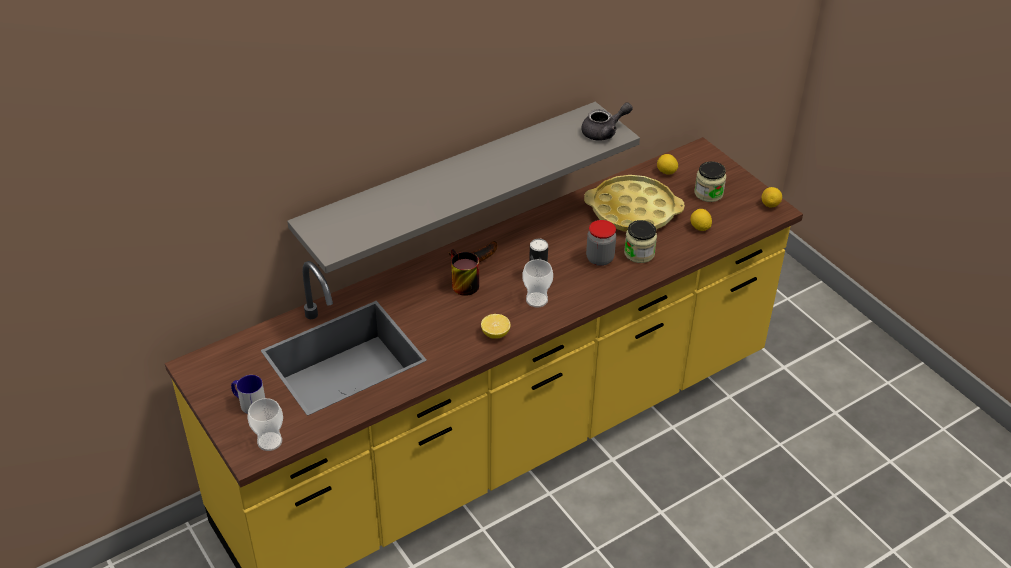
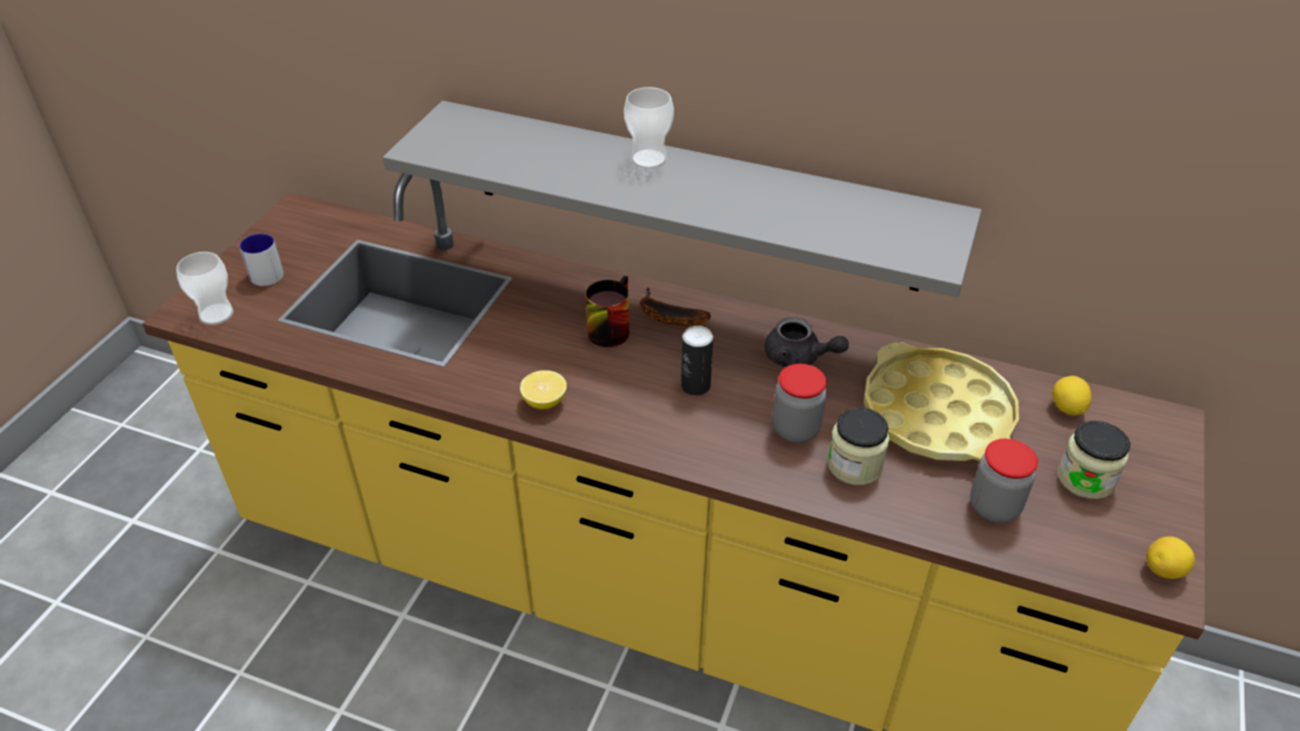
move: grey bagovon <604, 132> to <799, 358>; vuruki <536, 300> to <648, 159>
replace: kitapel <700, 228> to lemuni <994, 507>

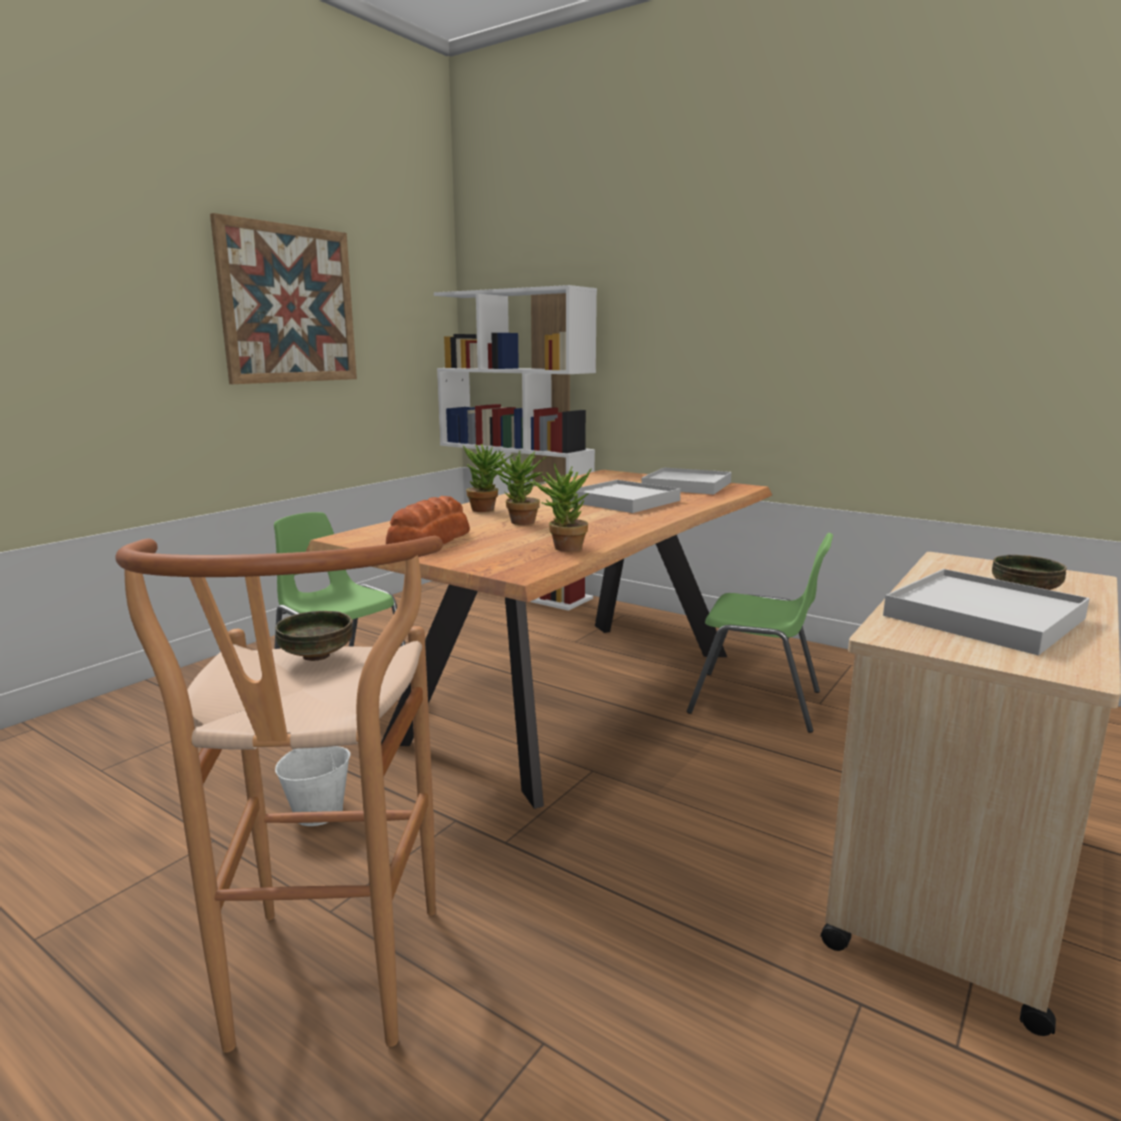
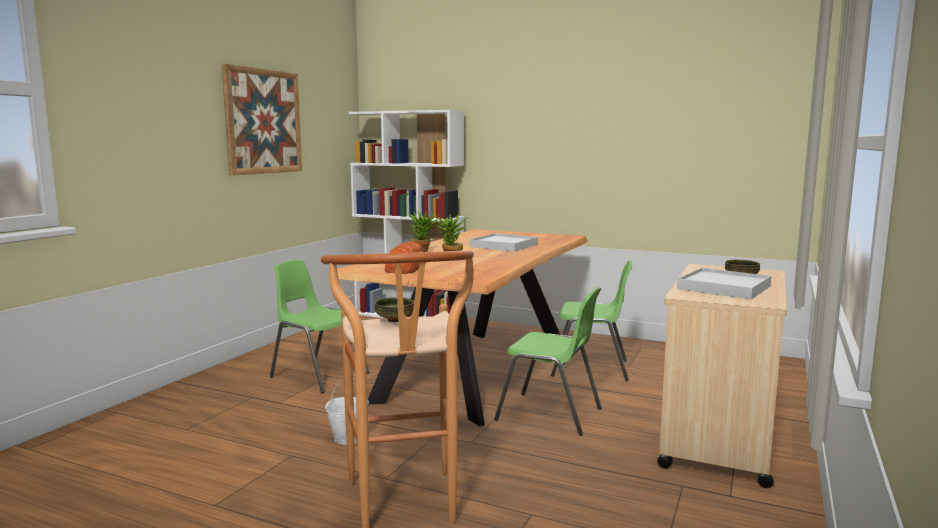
delete: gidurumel <562, 548>; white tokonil <687, 485>
insert: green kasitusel <551, 414>

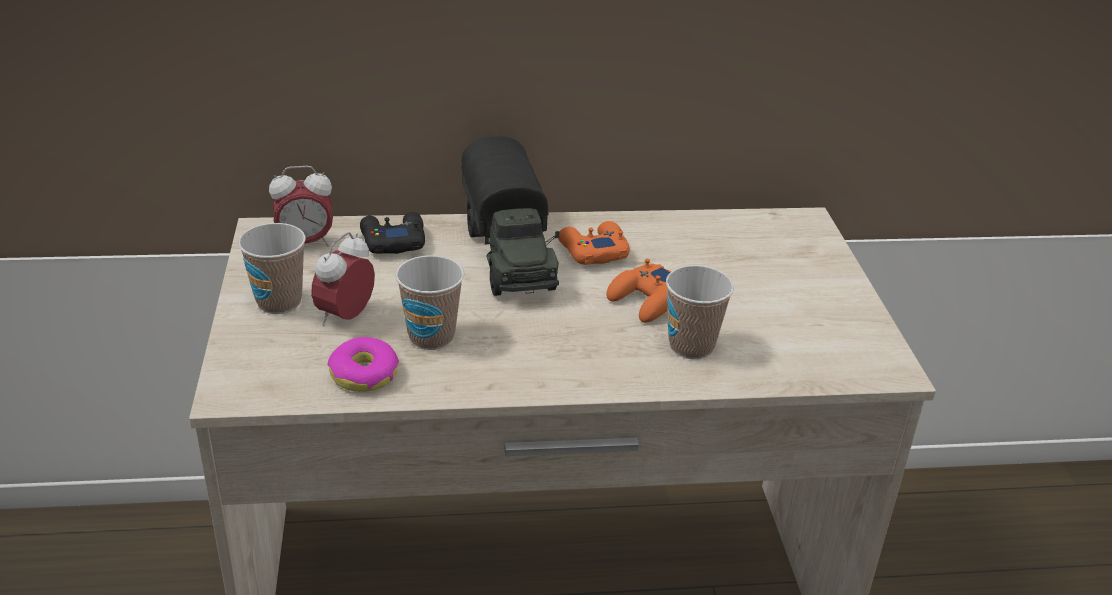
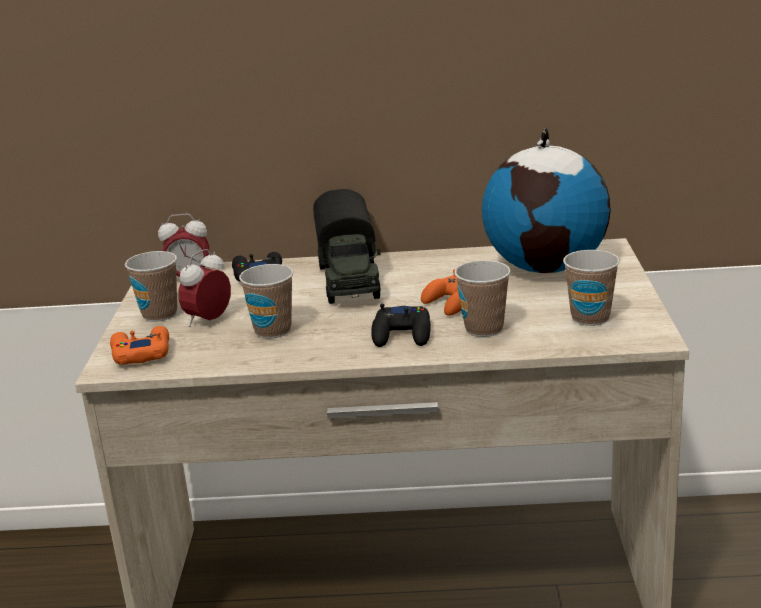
delete: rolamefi <364, 374>
insert: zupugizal <547, 267>; vuruki <590, 318>; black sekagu <402, 334>
move: orange sekagu <592, 251> to <141, 353>

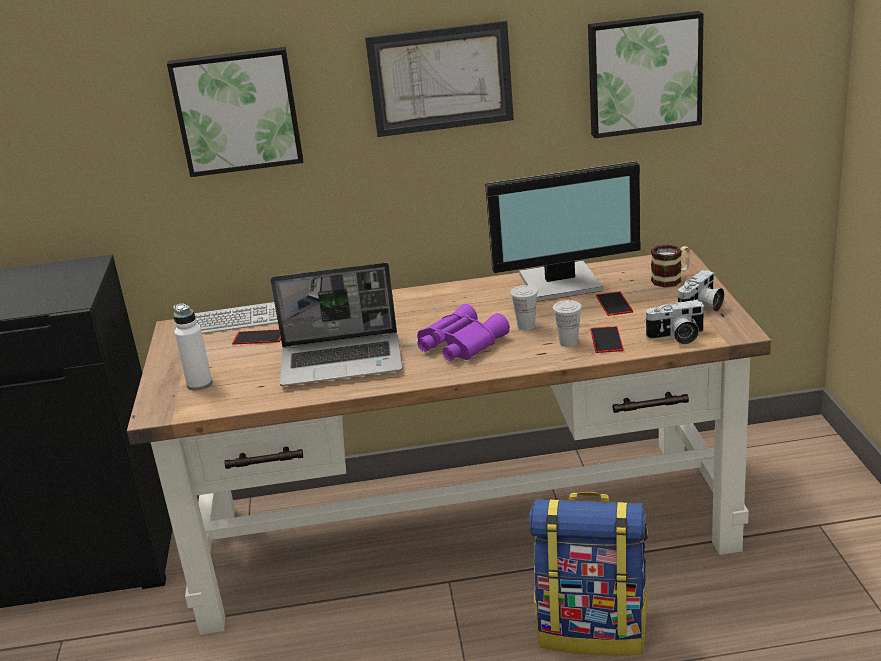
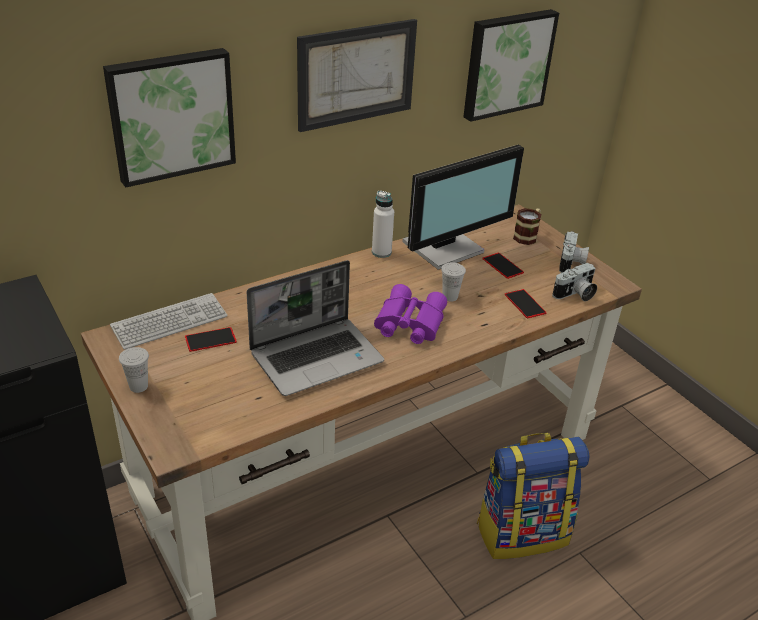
move: white vuruki <568, 342> to <138, 386>; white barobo <199, 384> to <381, 252>

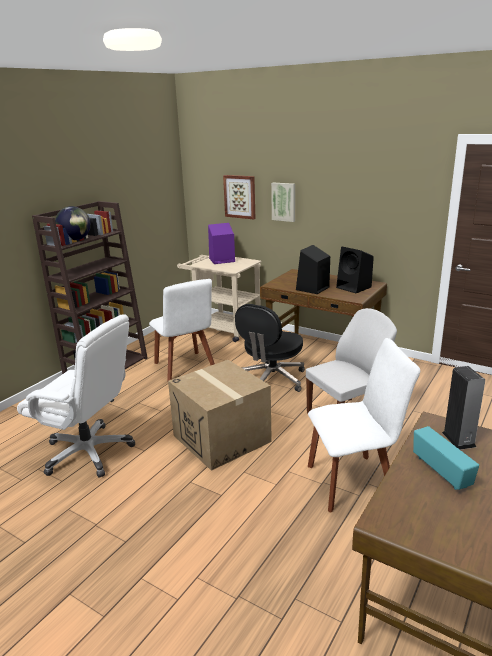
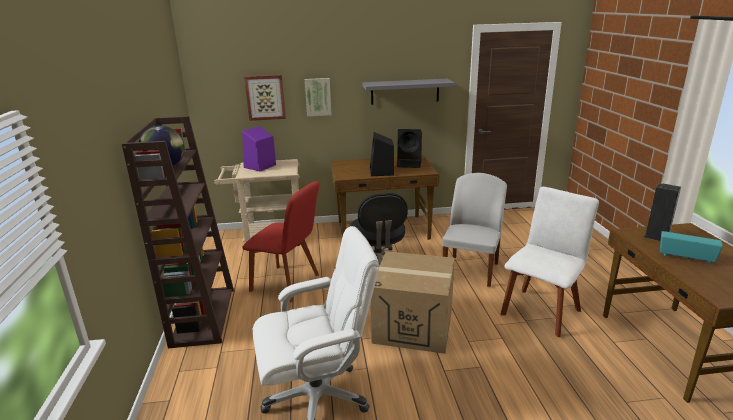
insert: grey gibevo <405, 91>
recolor: white kasitusel <185, 368> to red kasitusel <288, 284>

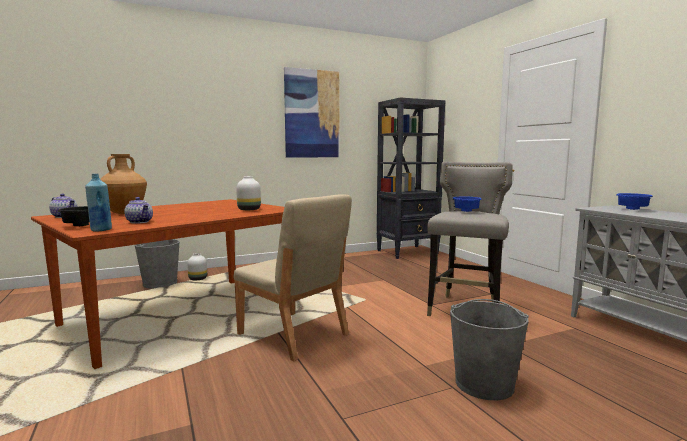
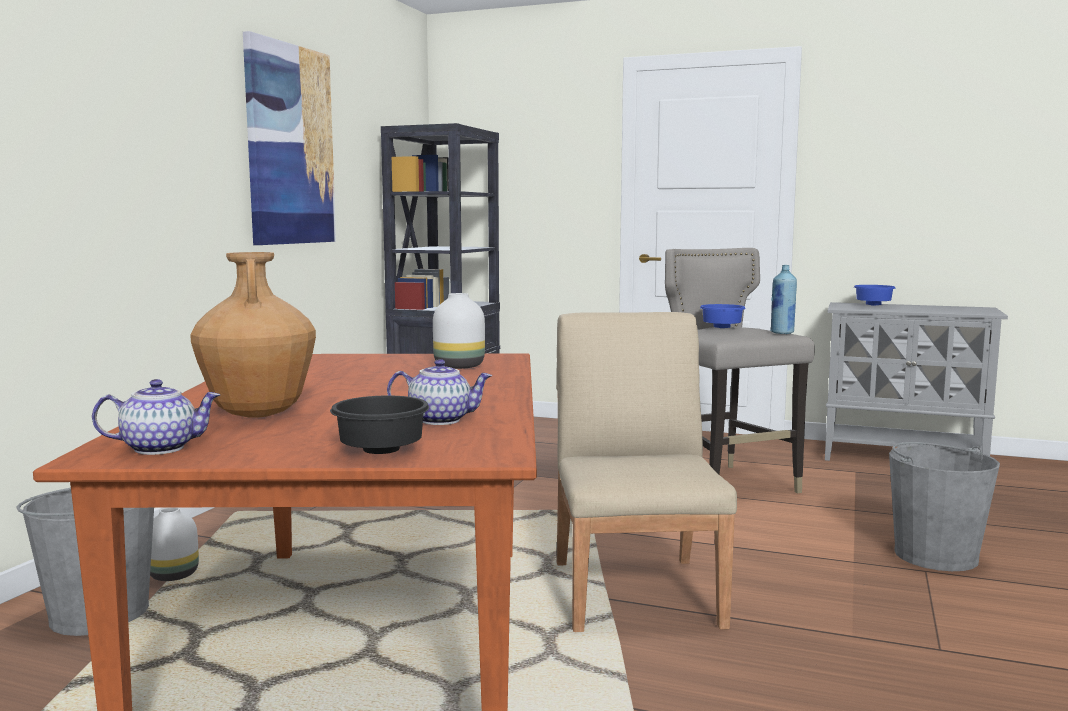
move: blue barobo <100, 230> to <782, 332>
rotate: beige kasitusel <293, 335> = <636, 592> 90 degrees counterclockwise

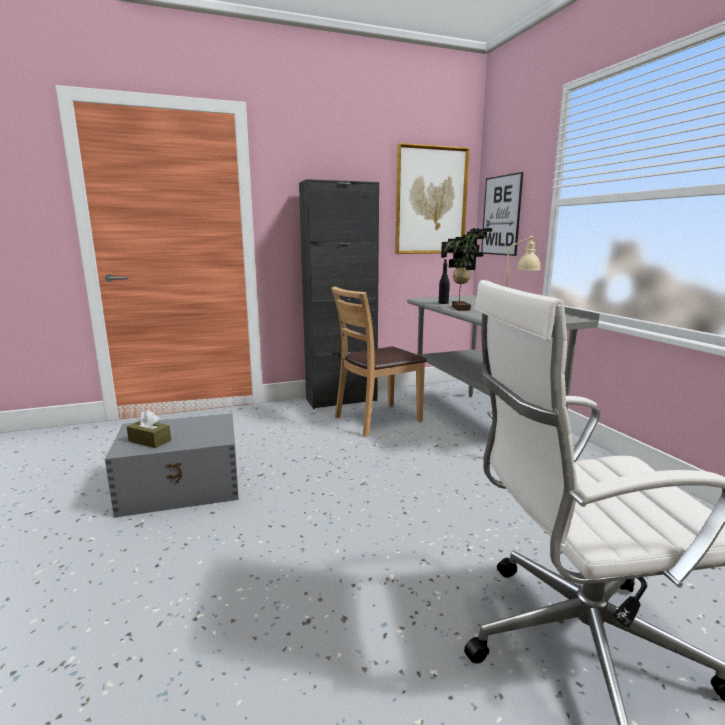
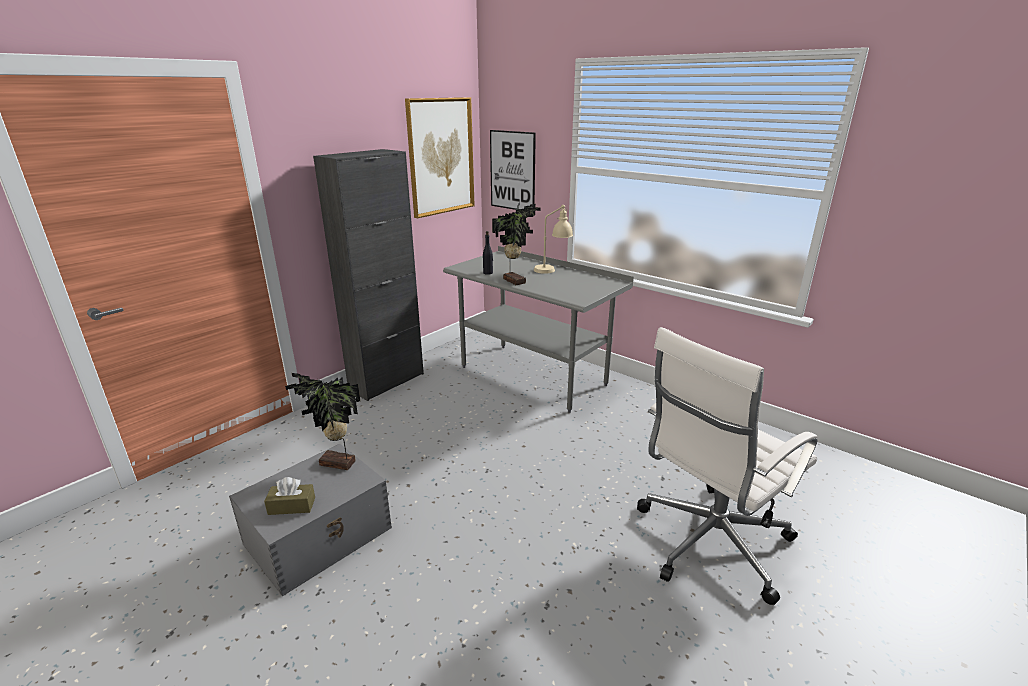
delete: brown kasitusel <377, 419>
insert: gidurumel <337, 465>

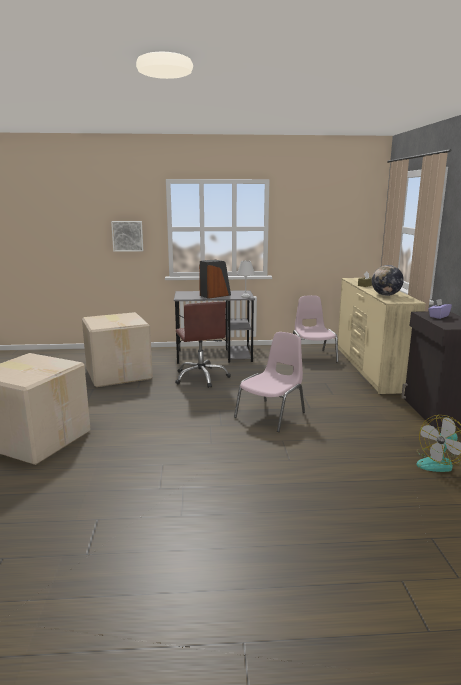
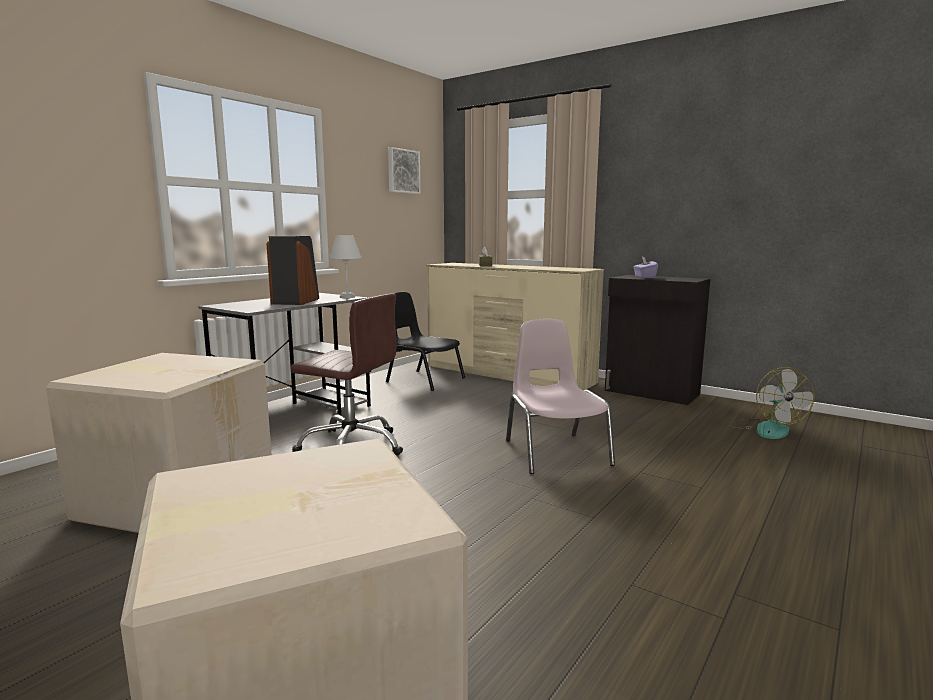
delete: zupugizal <386, 295>
move: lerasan <127, 236> to <402, 171>
recolor: pink kasitusel <313, 356> to black kasitusel <424, 380>

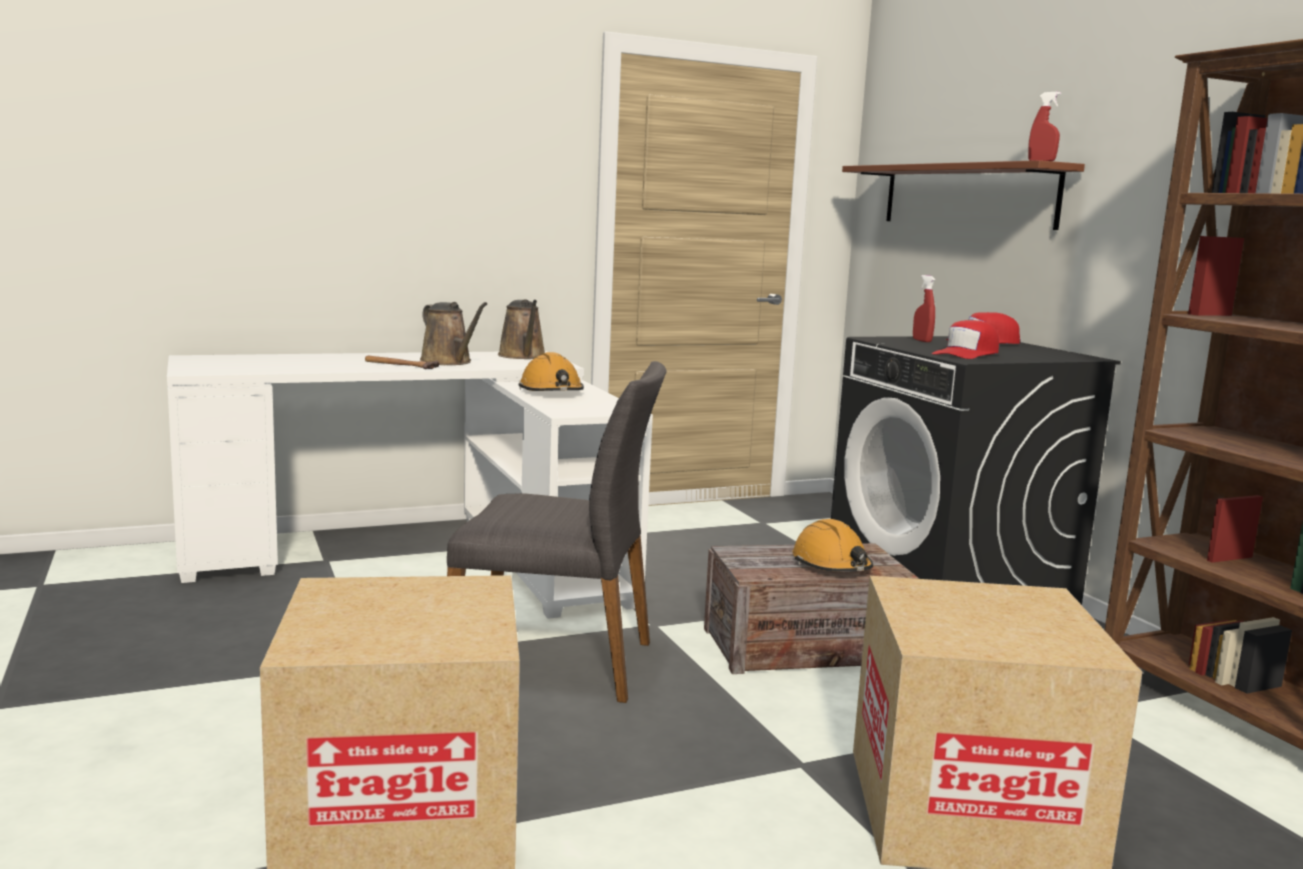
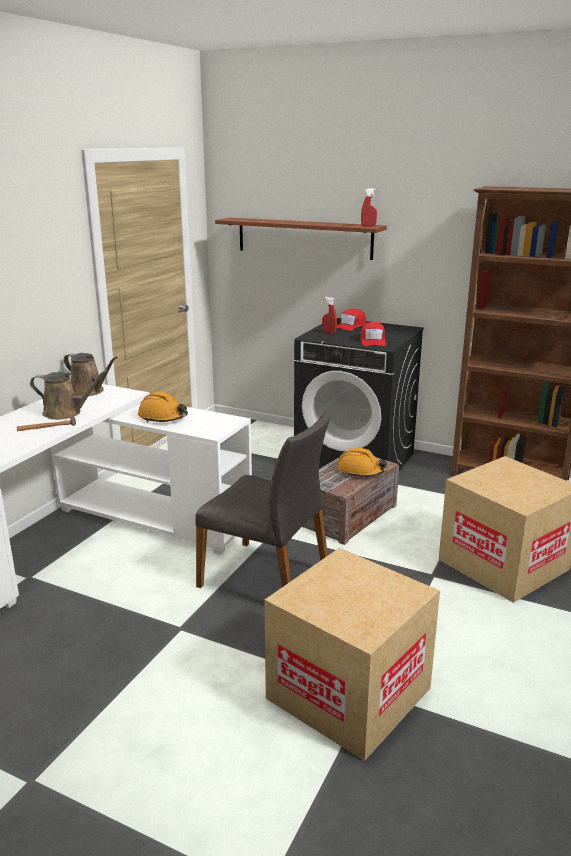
rotate: grey kasitusel <555, 661> = <266, 577> 60 degrees clockwise

